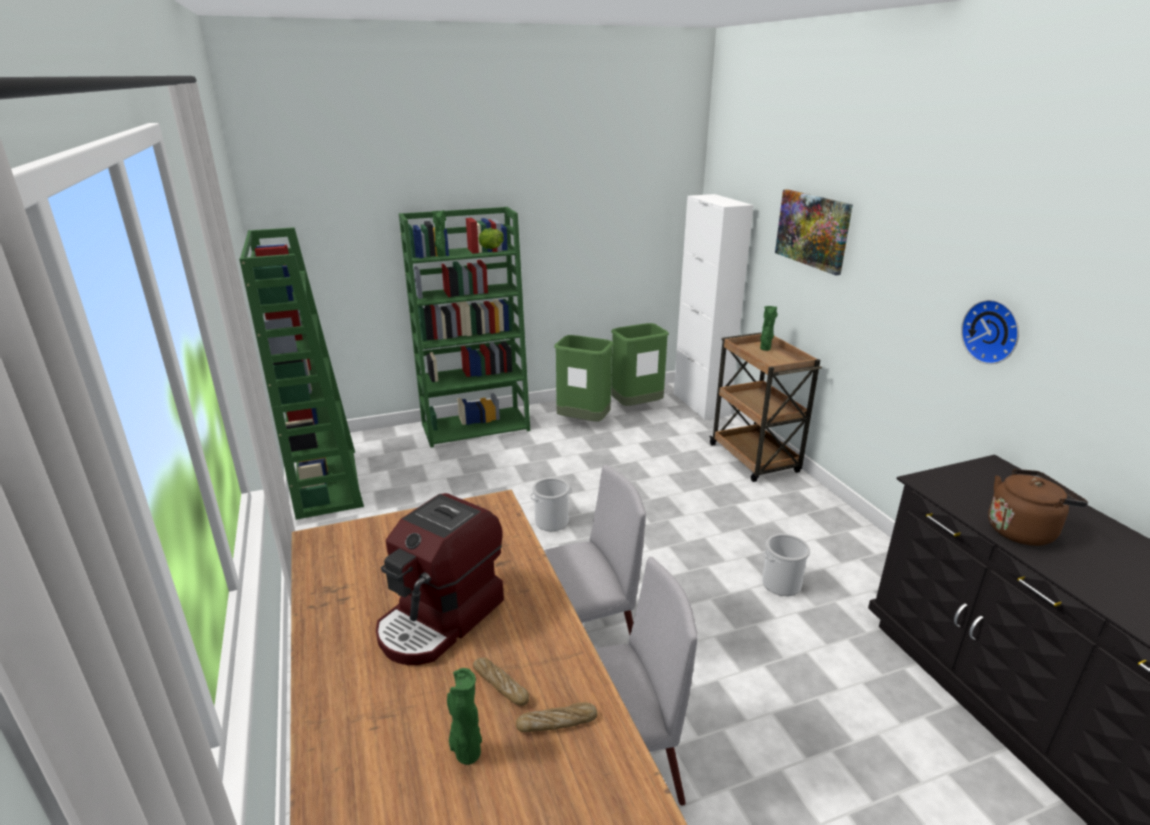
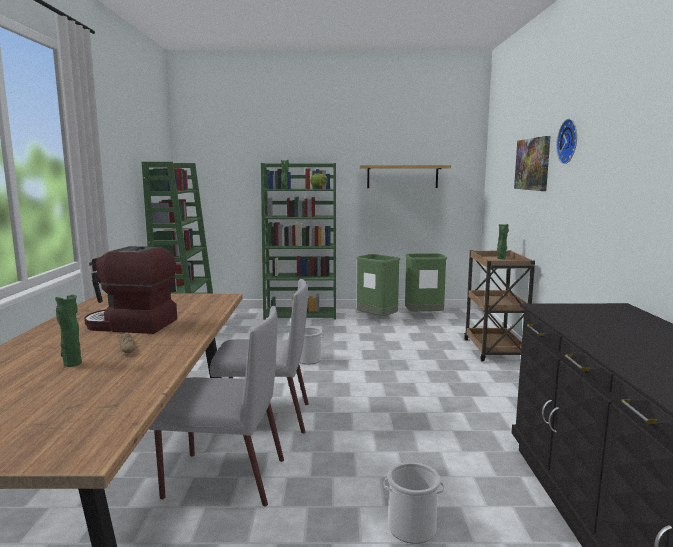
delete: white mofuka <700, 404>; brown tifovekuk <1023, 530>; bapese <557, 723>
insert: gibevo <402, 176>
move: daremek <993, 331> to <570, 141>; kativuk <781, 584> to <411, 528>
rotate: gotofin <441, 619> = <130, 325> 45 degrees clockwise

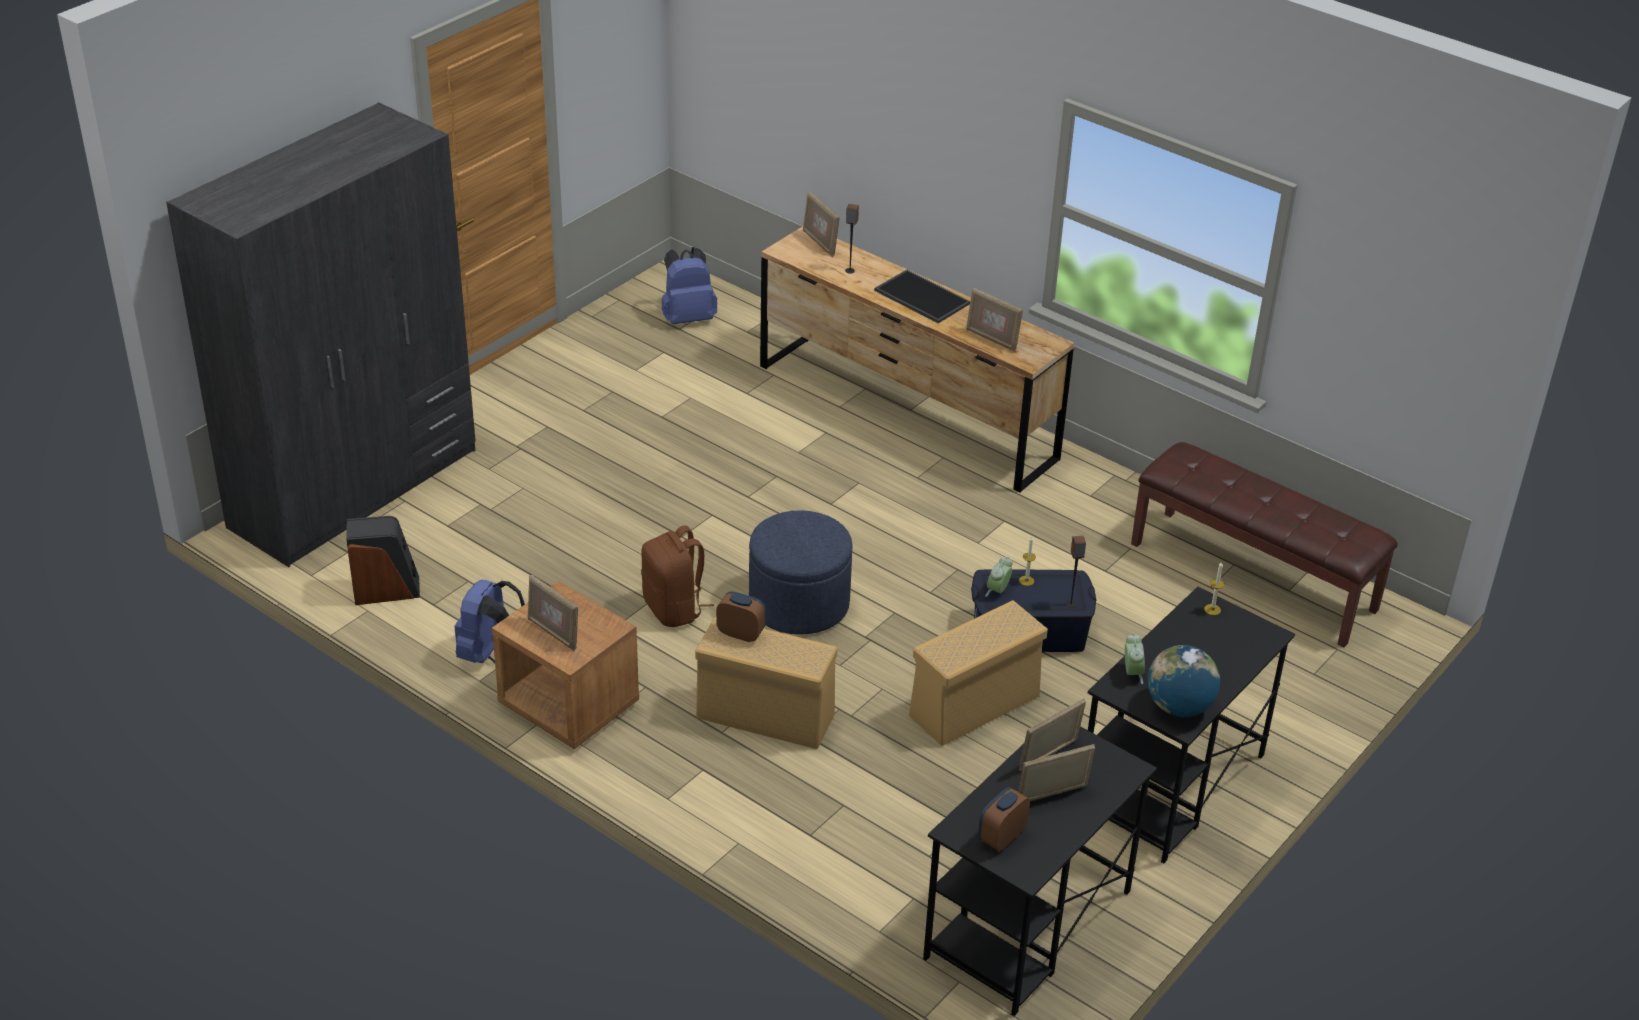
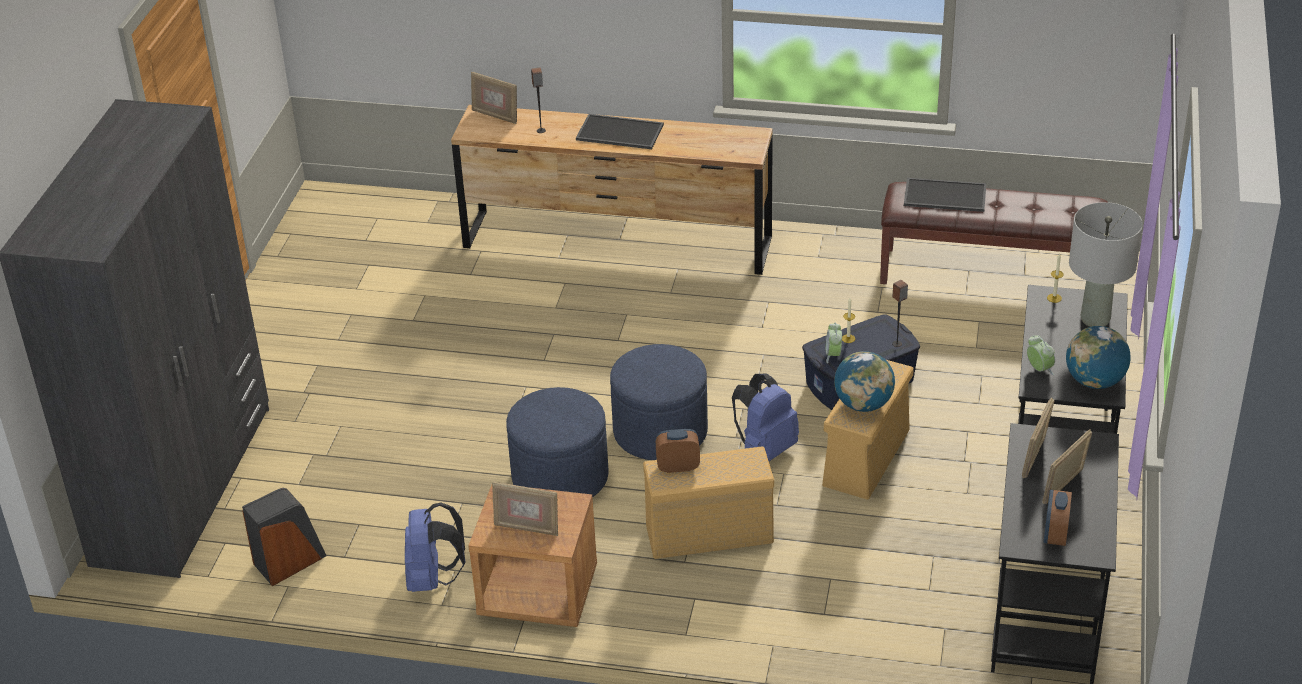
delete: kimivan <992, 339>
insert: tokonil <944, 196>; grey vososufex <1094, 319>; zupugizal <863, 404>
move: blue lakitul <688, 317> to <765, 449>
replace: brown lakitul <674, 609> to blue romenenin <560, 477>

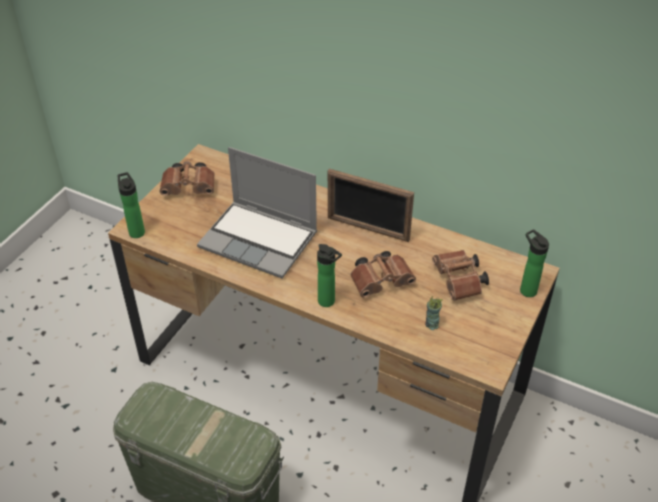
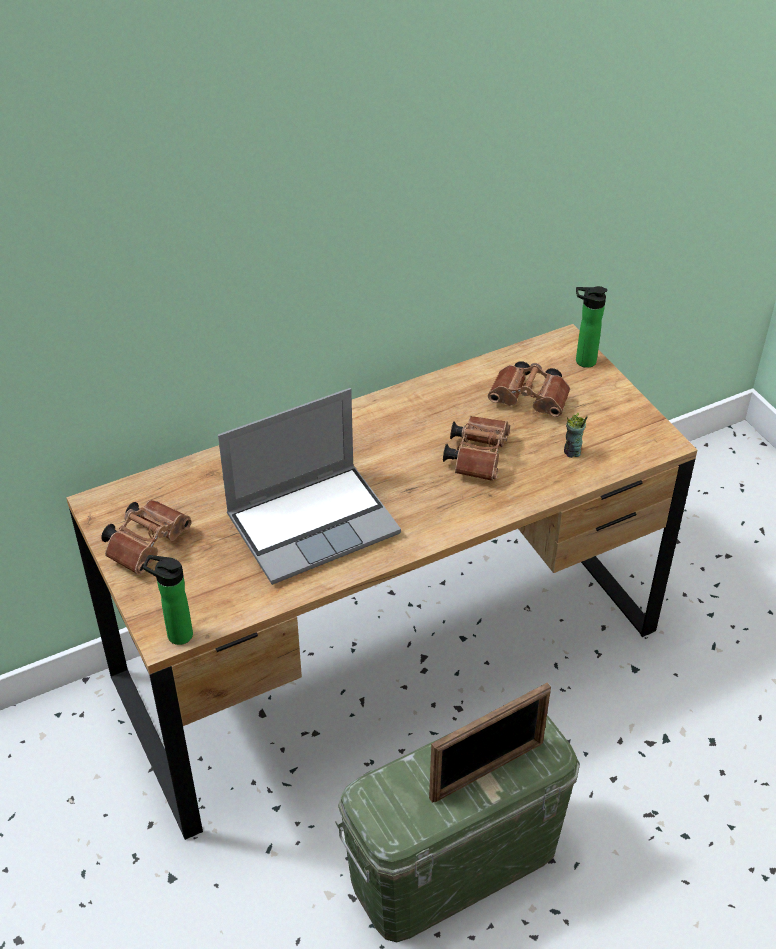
delete: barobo <328, 302>
move: kimivan <367, 229> to <487, 770>

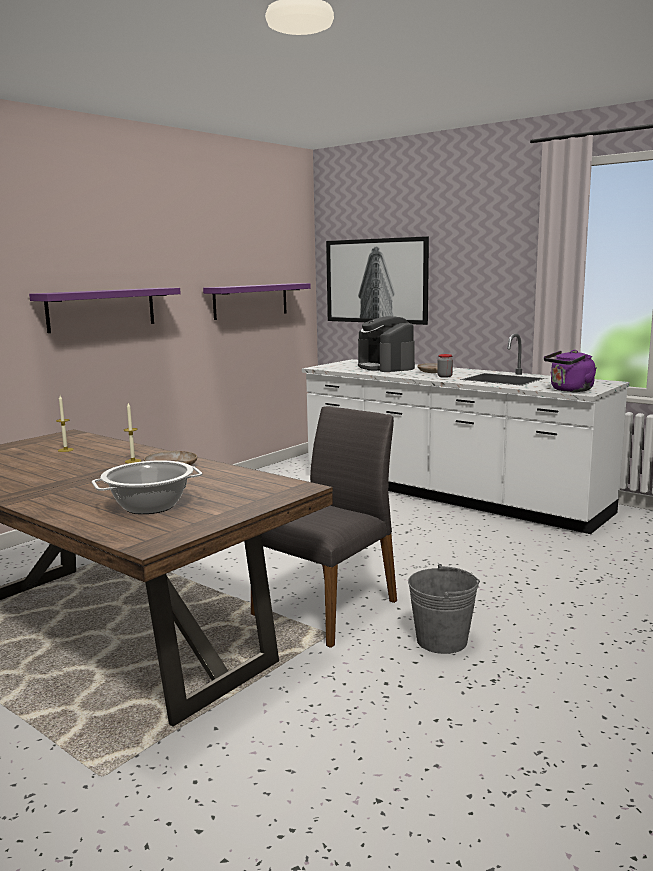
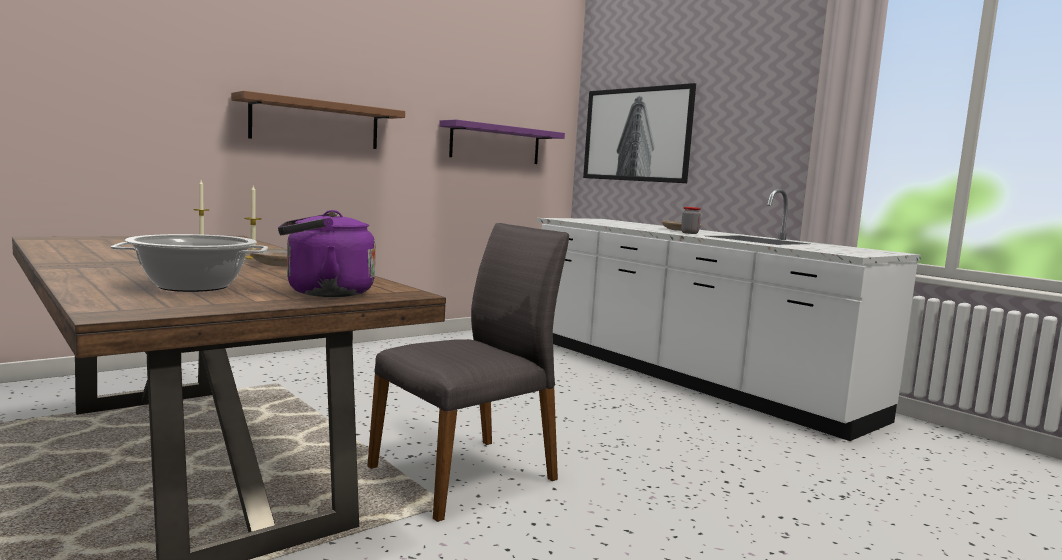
delete: gotofin <386, 367>; grey kativuk <442, 640>
move: purple tifovekuk <569, 390> to <324, 293>
recolor: purple gibevo <102, 309> to brown gibevo <316, 123>

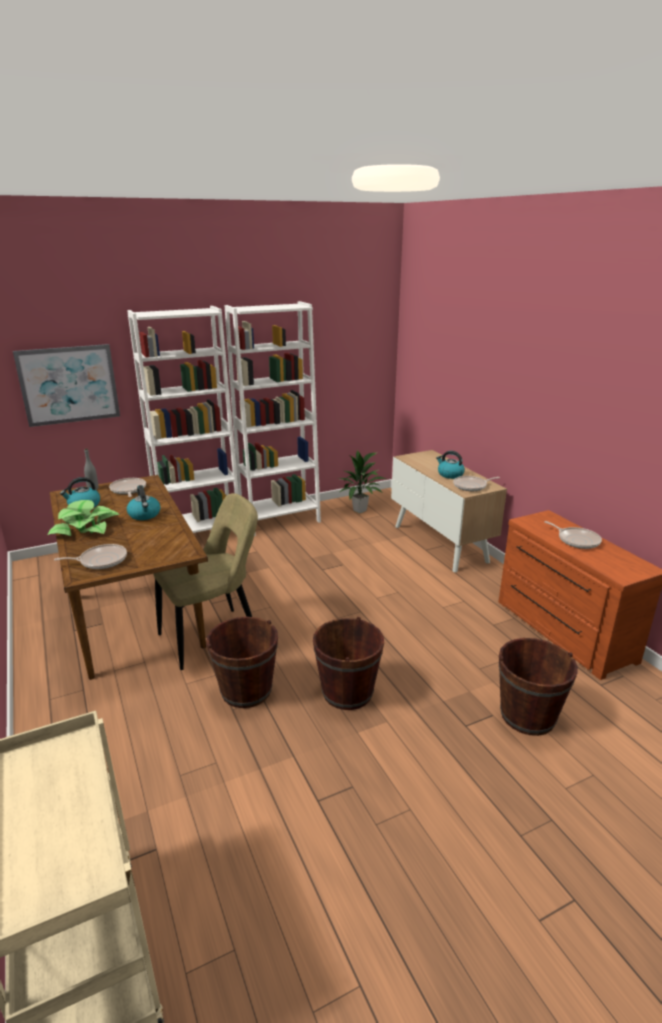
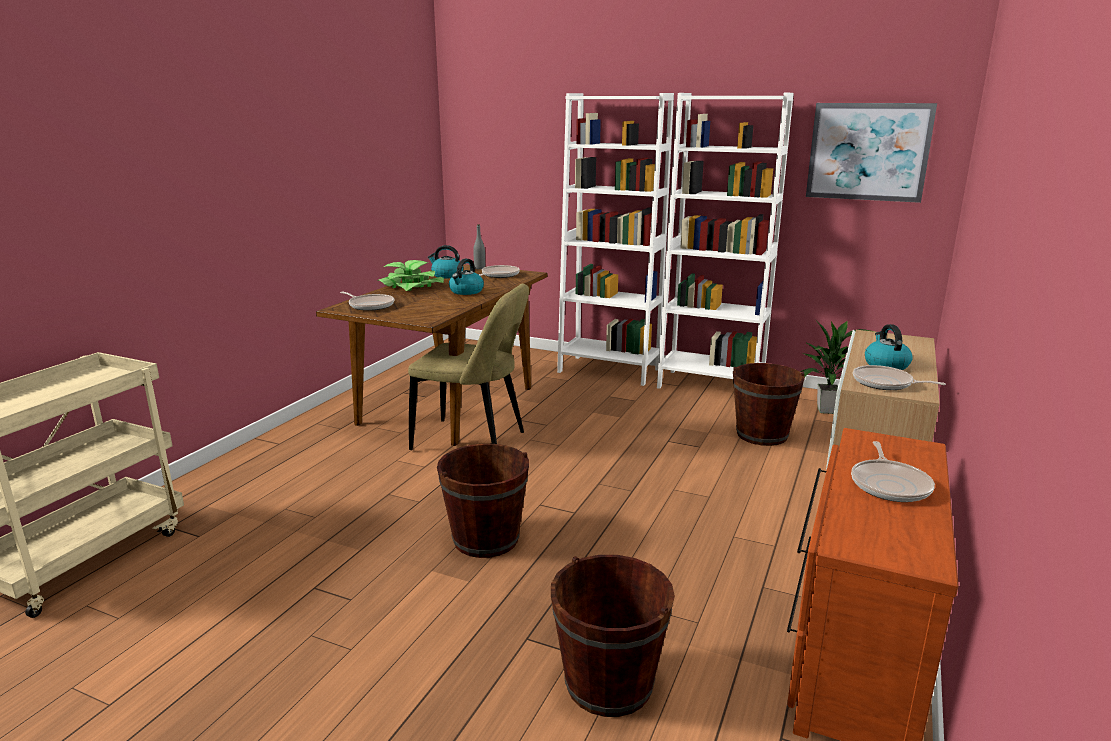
move: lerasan <69, 385> to <868, 152>; brown kativuk <246, 690> to <762, 435>

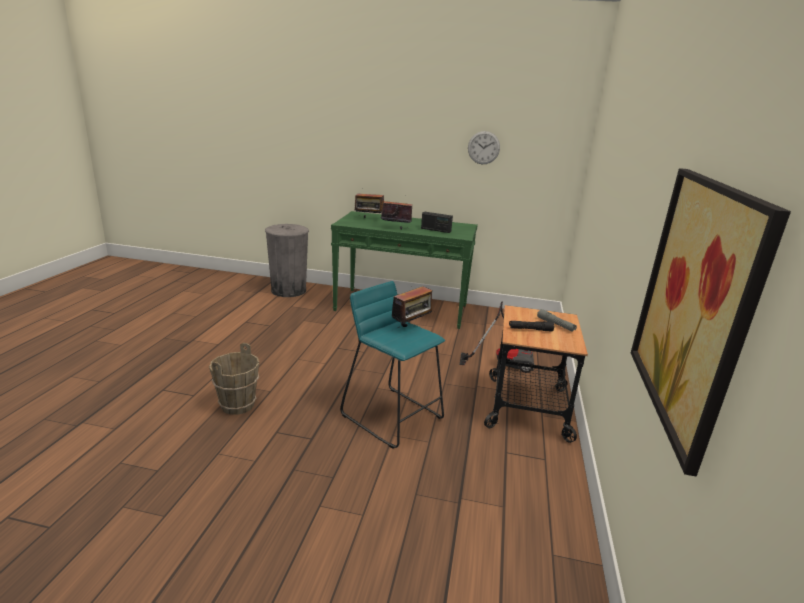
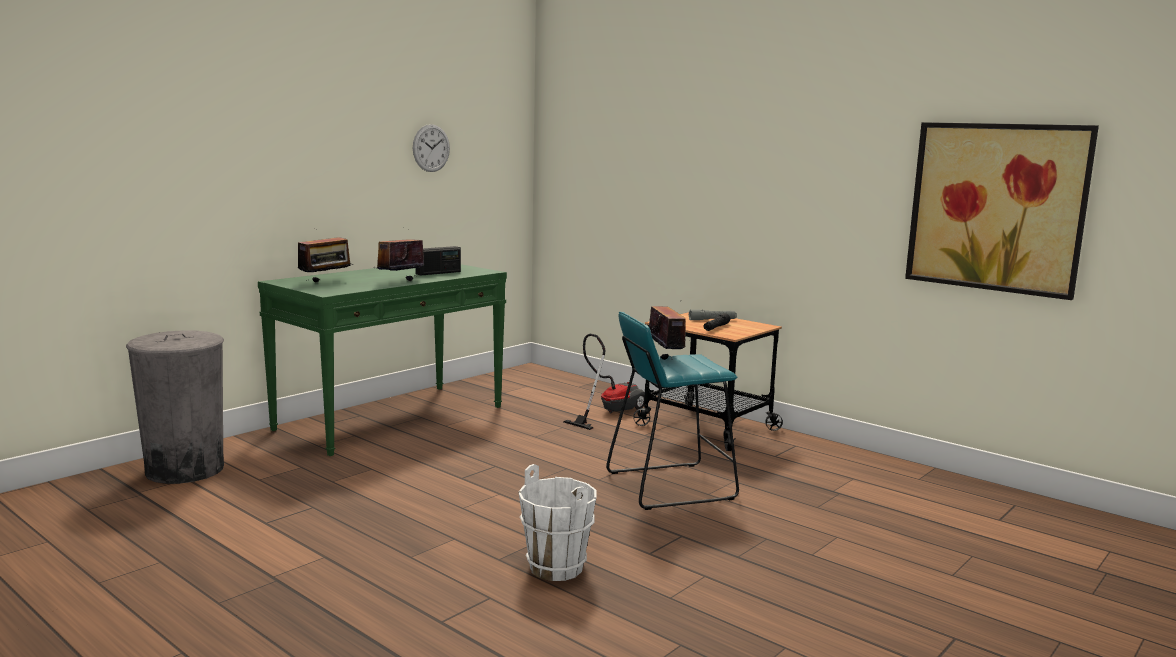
recolor: brown kativuk <238, 405> to white kativuk <556, 568>

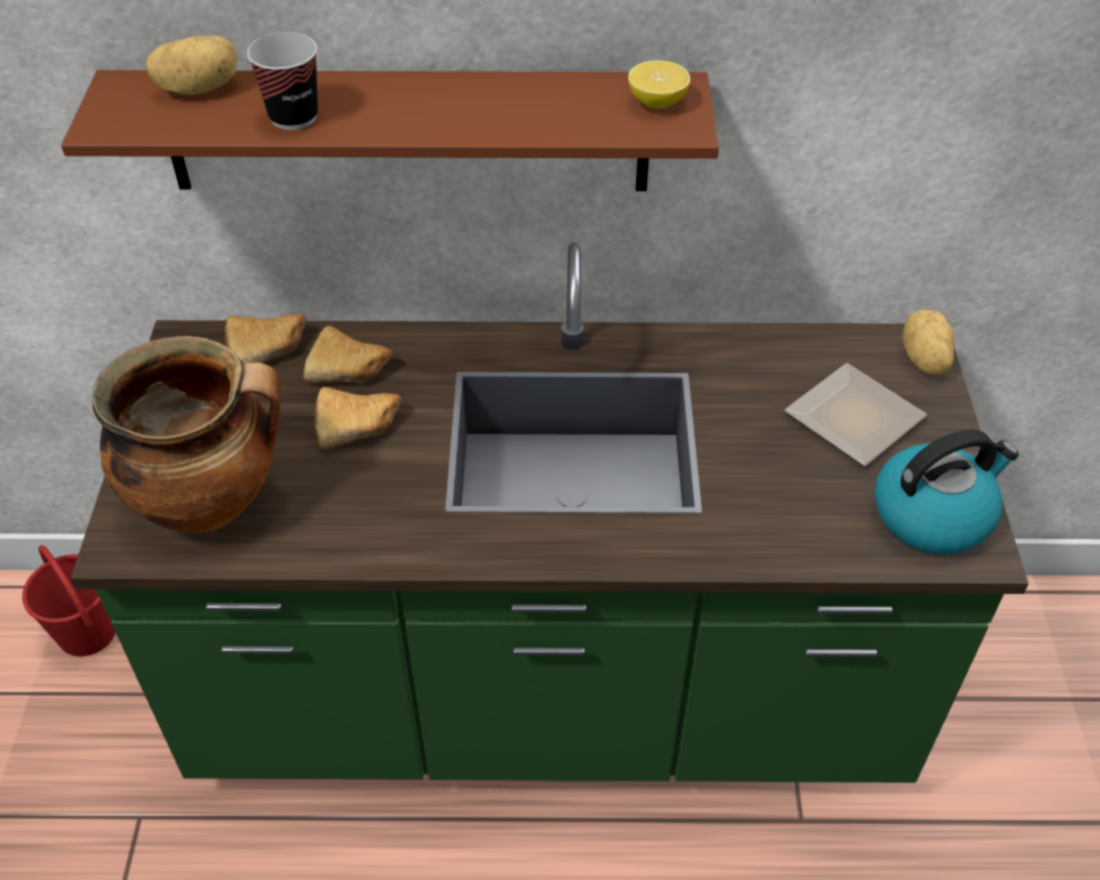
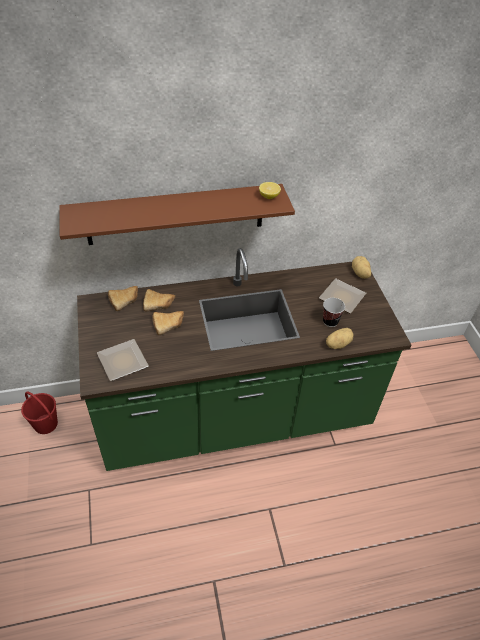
delete: tifovekuk <933, 514>
move: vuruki <294, 117> to <330, 321>; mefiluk <199, 88> to <337, 344>
replace: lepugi <211, 501> to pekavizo <123, 360>

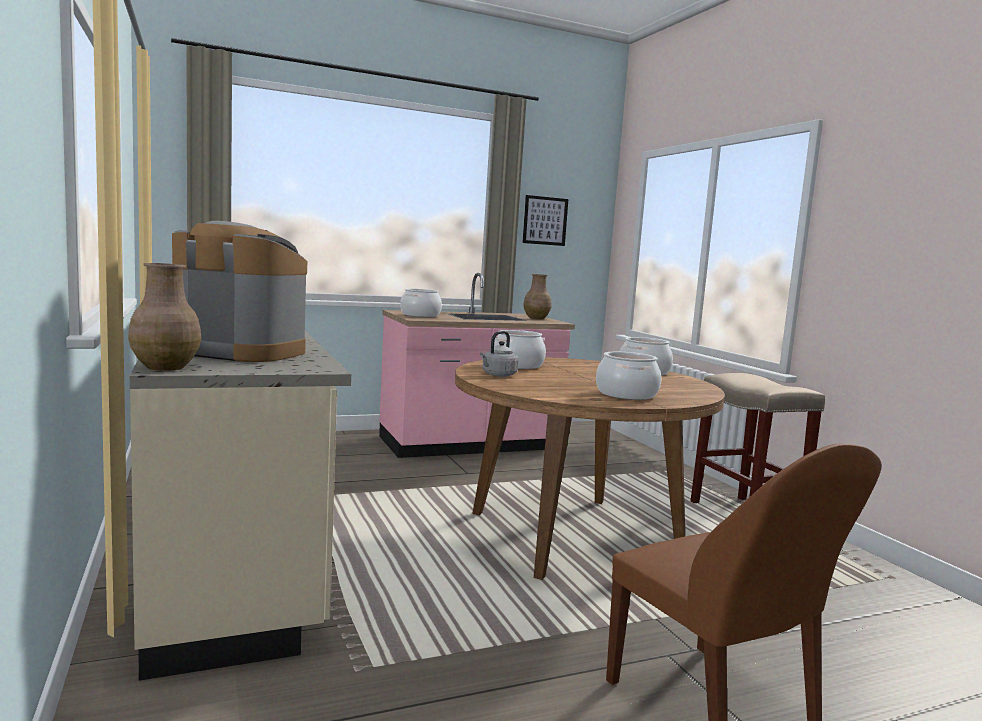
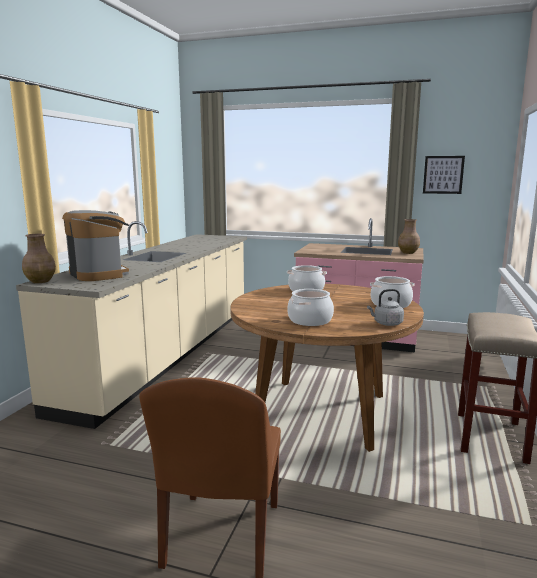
delete: lepugi <420, 315>
move: grey tifovekuk <498, 375> to <386, 323>

